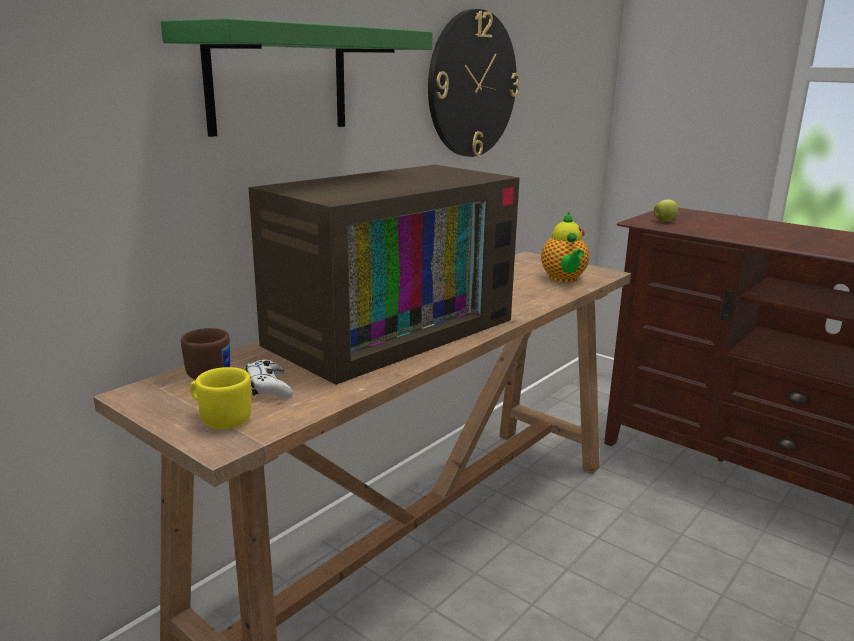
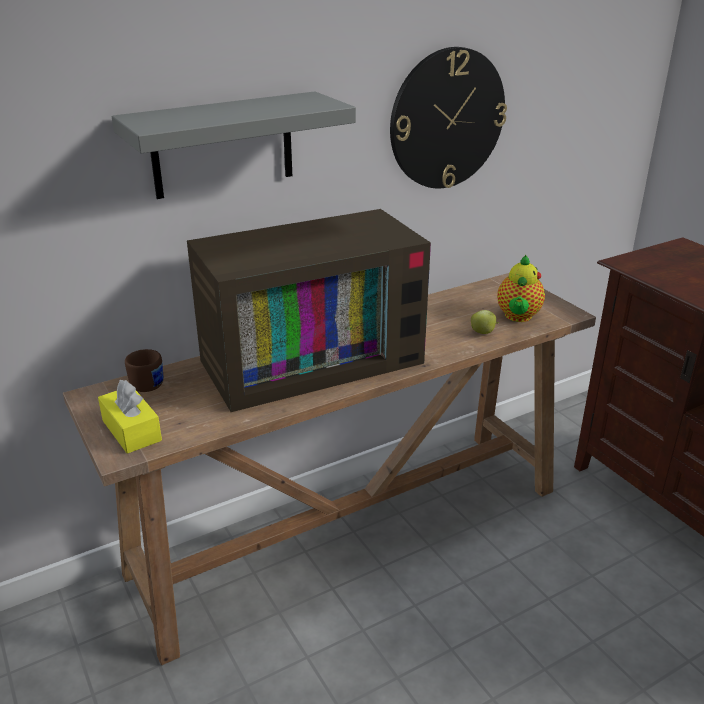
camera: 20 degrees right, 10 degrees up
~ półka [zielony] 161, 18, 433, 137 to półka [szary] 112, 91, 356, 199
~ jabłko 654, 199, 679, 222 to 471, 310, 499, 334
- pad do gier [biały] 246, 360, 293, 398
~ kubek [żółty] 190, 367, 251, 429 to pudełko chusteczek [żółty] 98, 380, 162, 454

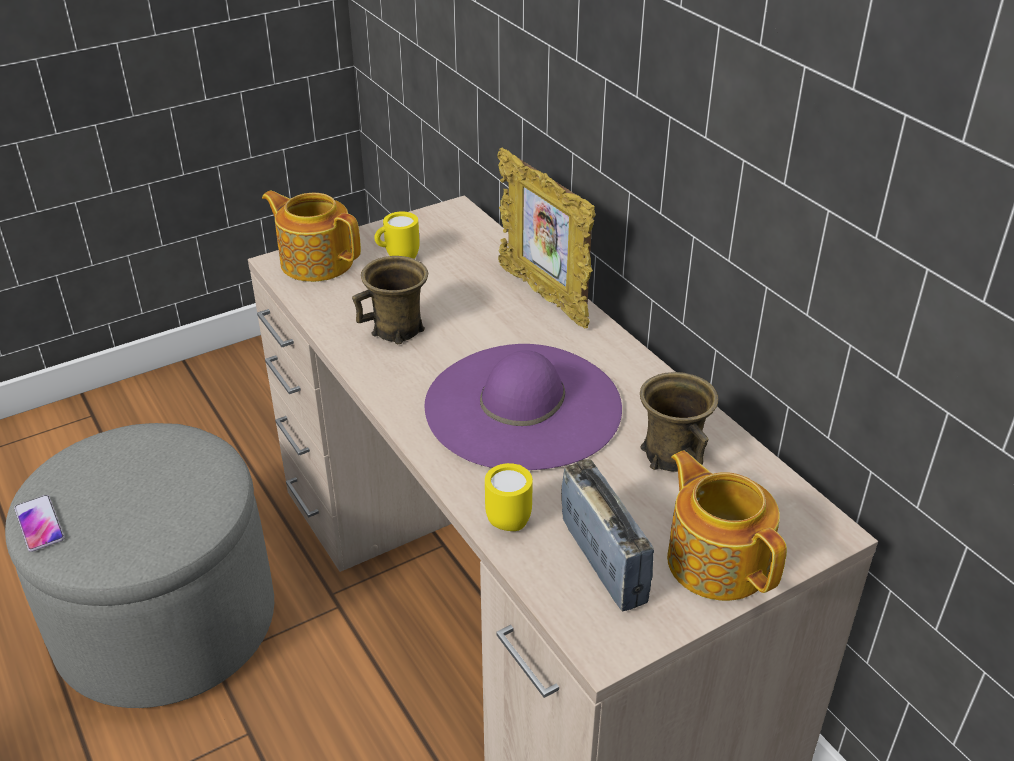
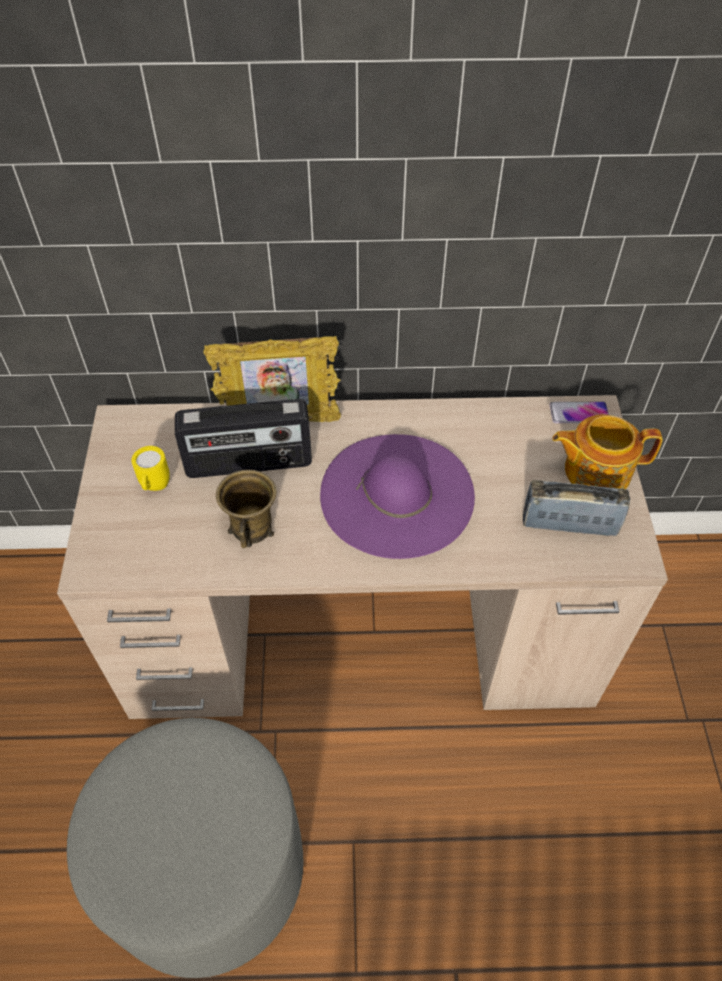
camera: 60 degrees left, 15 degrees up
- imbryk 262, 191, 361, 282
- kubek [brązowy] 640, 372, 718, 472
- kubek [żółty] 485, 463, 533, 531
~ telefon 14, 495, 65, 552 to 550, 402, 609, 423
+ radio 175, 399, 312, 478

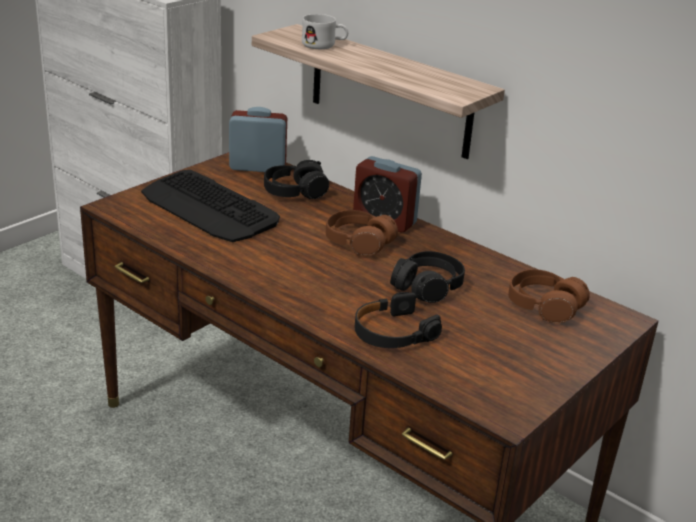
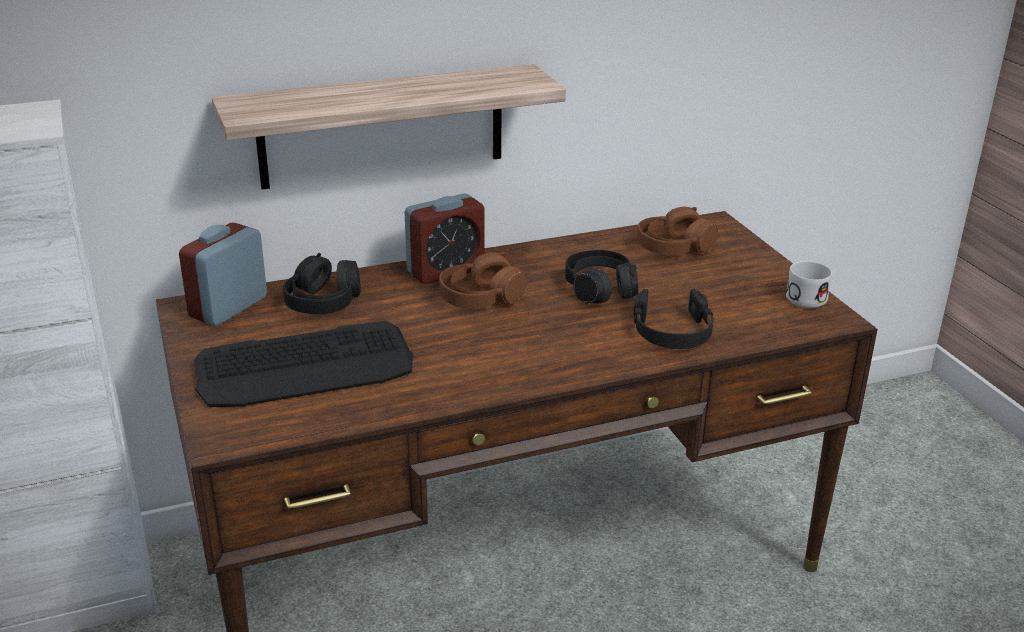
camera: 60 degrees left, 0 degrees up
~ kubek [biały] 302, 14, 348, 49 to 786, 261, 832, 308

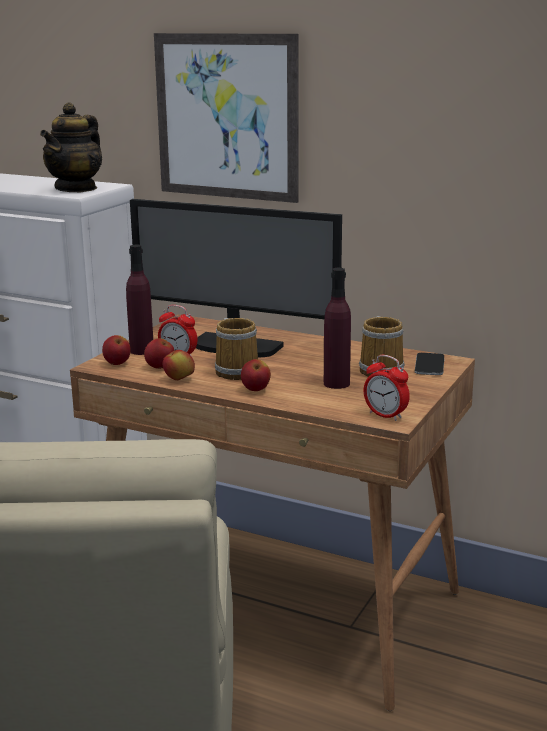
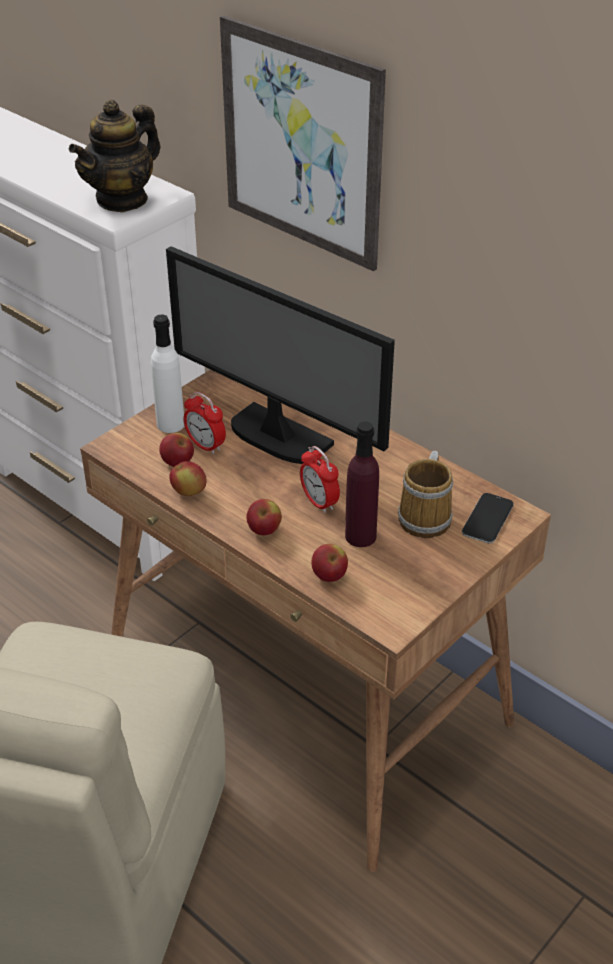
camera: 15 degrees right, 20 degrees up
~ butelka [fioletowy] 126, 245, 153, 355 to butelka [biały] 151, 314, 184, 433
- kubek 215, 318, 258, 380
~ jabłko 102, 335, 131, 365 to 311, 544, 348, 582
~ budzik 364, 355, 410, 421 to 300, 446, 340, 513

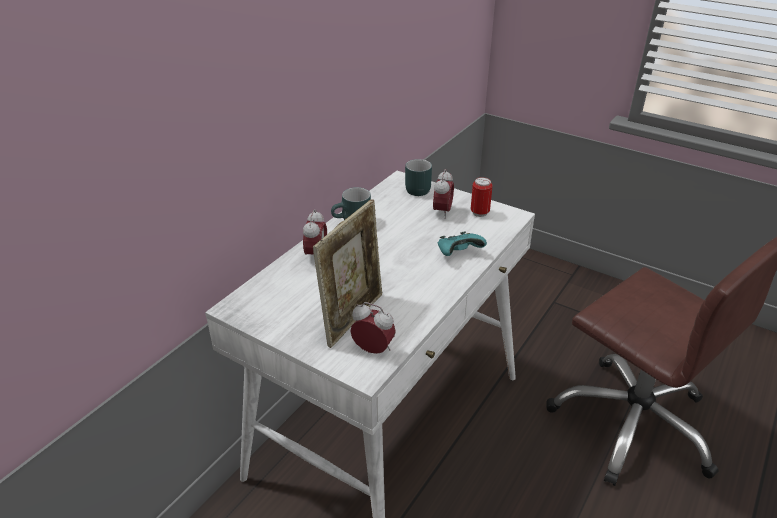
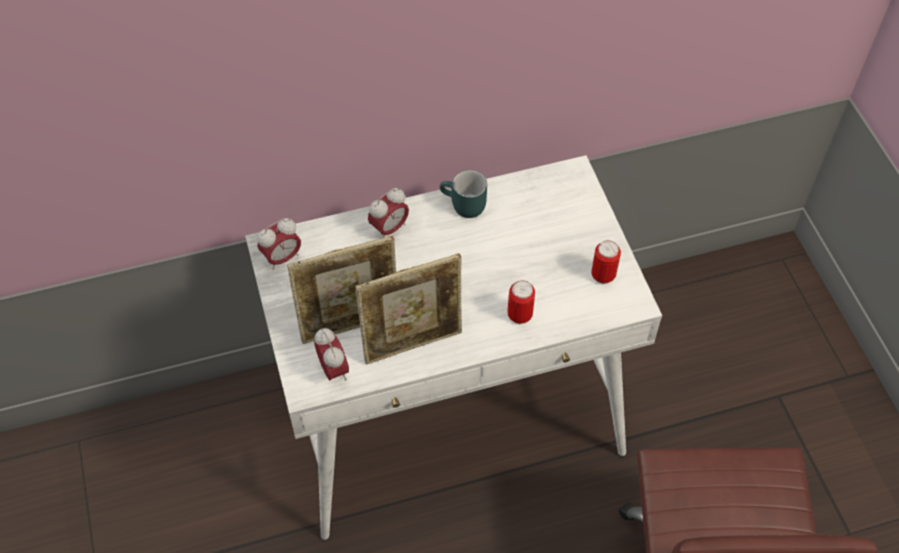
camera: 40 degrees right, 20 degrees up
- kubek [turkusowy] 405, 159, 432, 196
~ budzik 433, 169, 454, 219 to 257, 218, 301, 270
~ pad do gier [turkusowy] 438, 232, 487, 256 to puszka 507, 281, 535, 324
+ ramka na zdjęcie 355, 253, 462, 365

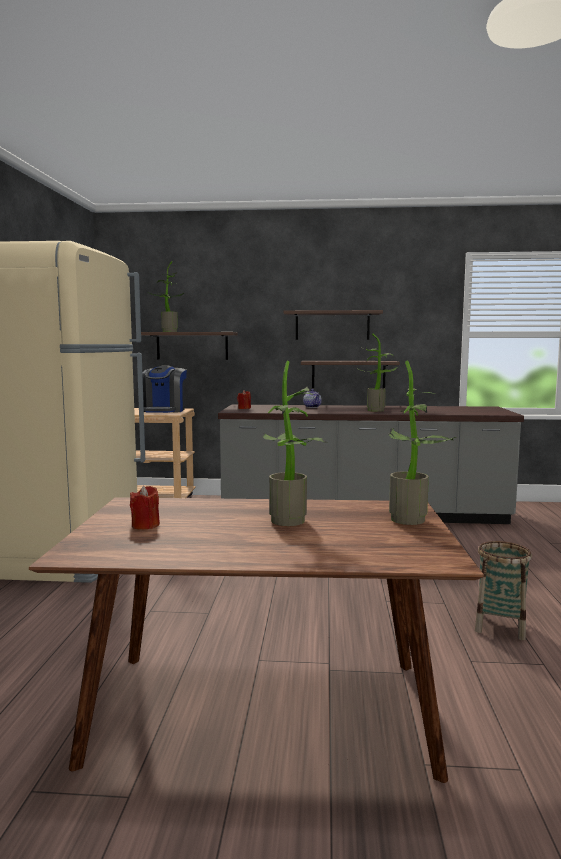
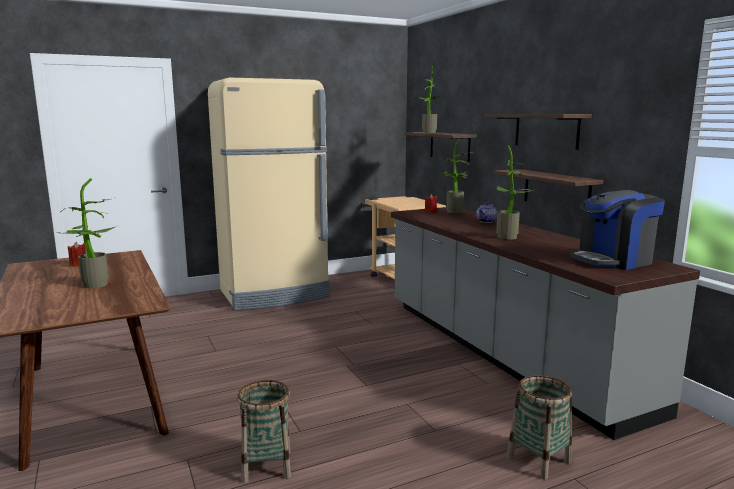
camera: 60 degrees right, 5 degrees up
~ roślina doniczkowa 388, 361, 456, 525 to 444, 139, 473, 213
~ ekspres do kawy 142, 365, 187, 413 to 570, 190, 665, 270
+ koszyk 507, 375, 572, 480

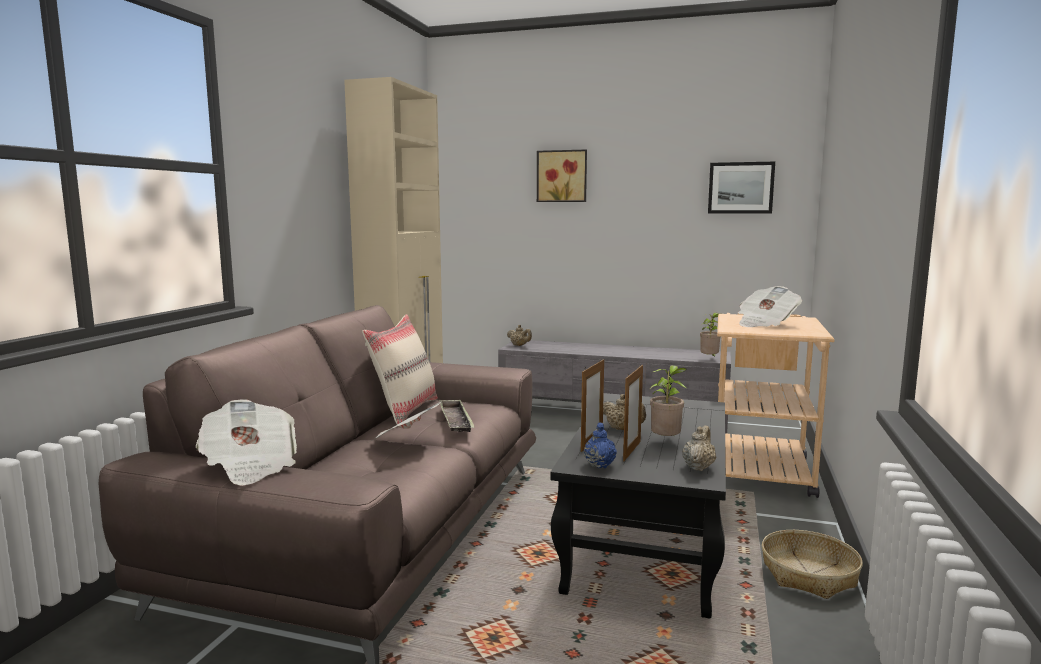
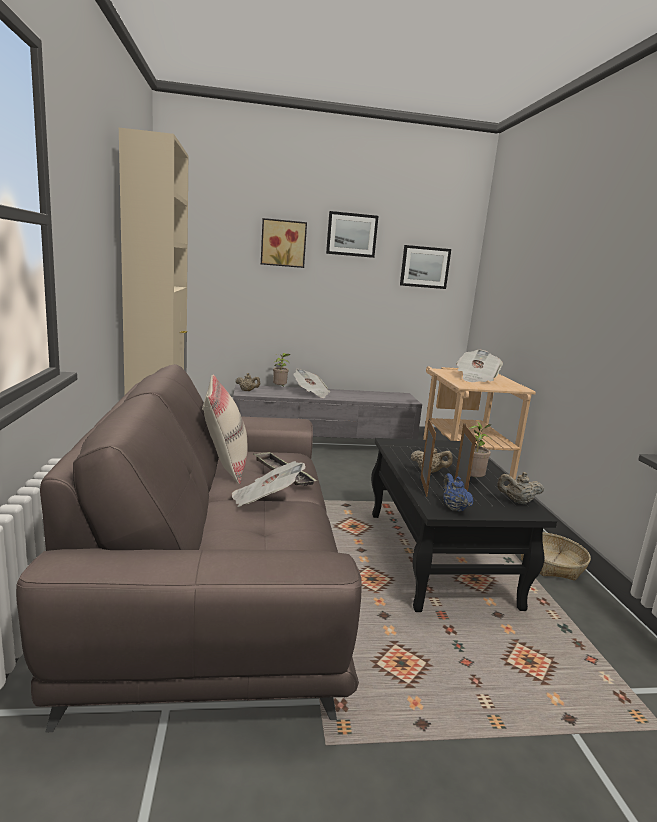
camera: 25 degrees left, 5 degrees up
~ roślina doniczkowa 700, 312, 722, 357 to 273, 353, 290, 387
~ gazeta 195, 399, 297, 486 to 294, 369, 330, 398
~ imbryk [beżowy] 682, 425, 716, 471 = 497, 472, 544, 504 90 degrees counterclockwise
+ obraz 326, 211, 378, 258

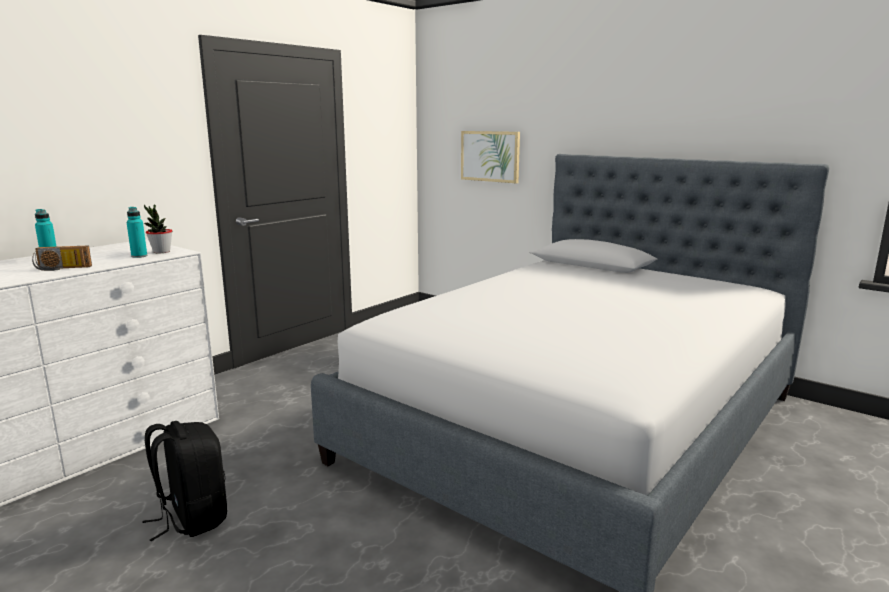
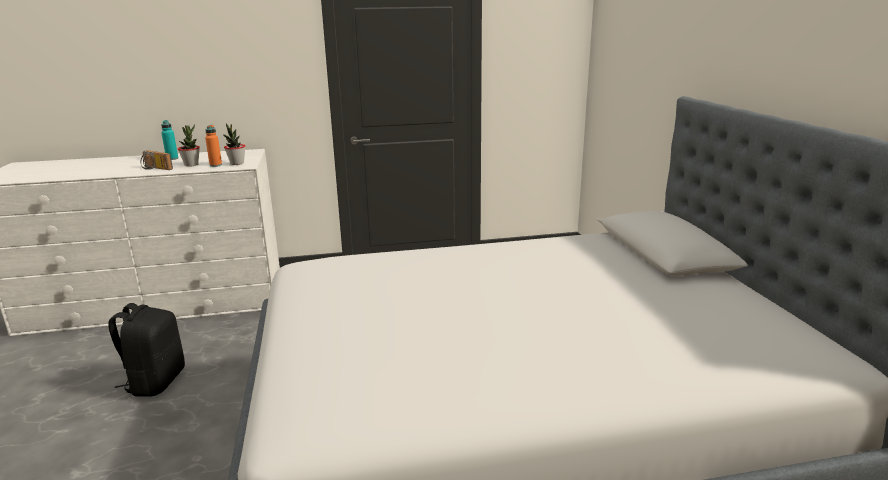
camera: 40 degrees right, 5 degrees up
- obraz 461, 131, 520, 183
~ butelka [turkusowy] 127, 207, 147, 258 to butelka [pomarańczowy] 205, 125, 222, 167
+ roślina doniczkowa 178, 124, 200, 167

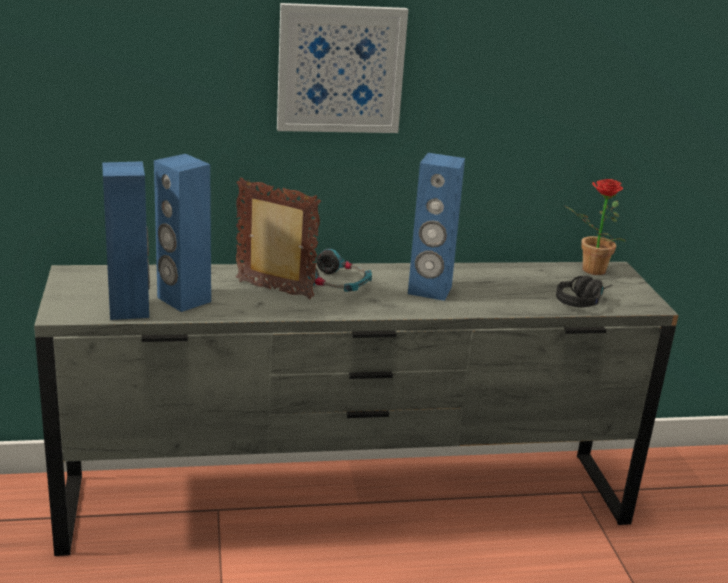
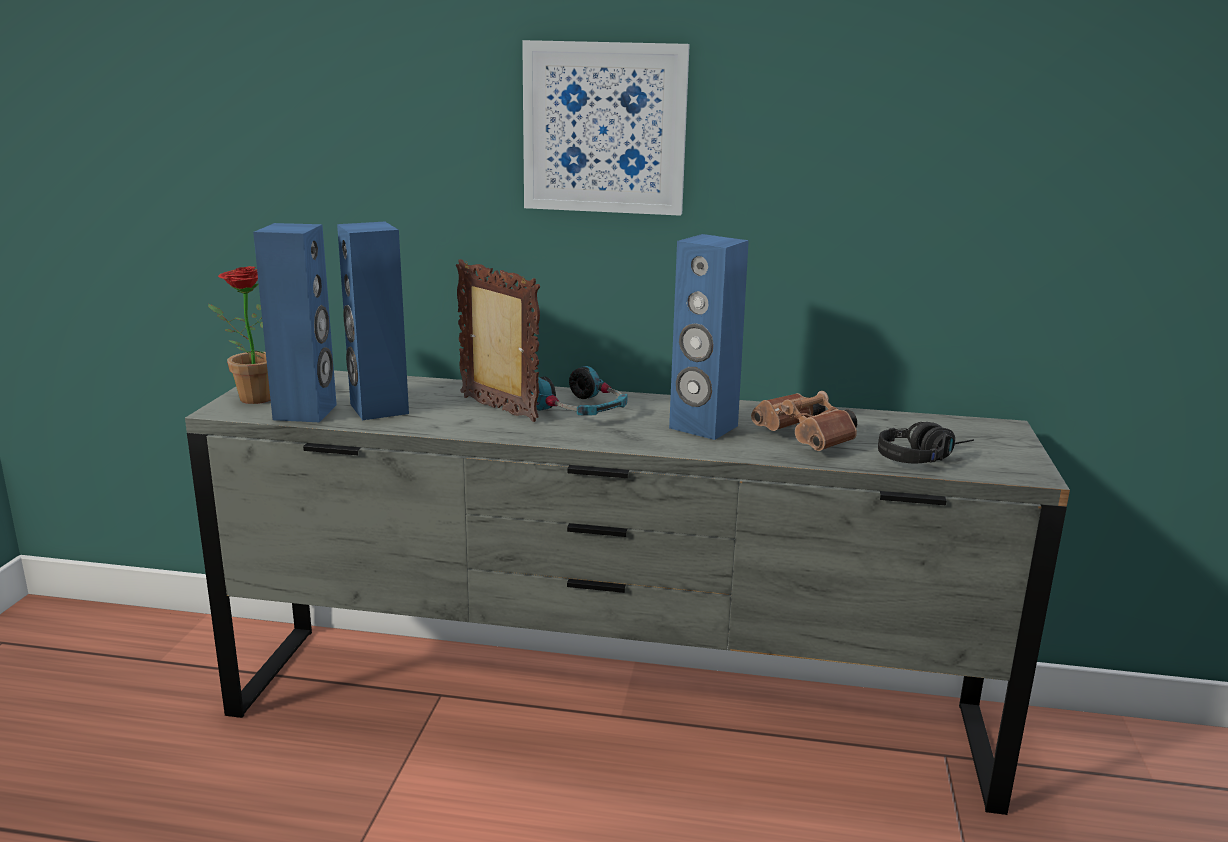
camera: 20 degrees right, 5 degrees down
~ roślina doniczkowa 565, 179, 626, 275 to 208, 266, 271, 404
+ lornetka [brązowy] 751, 391, 857, 451

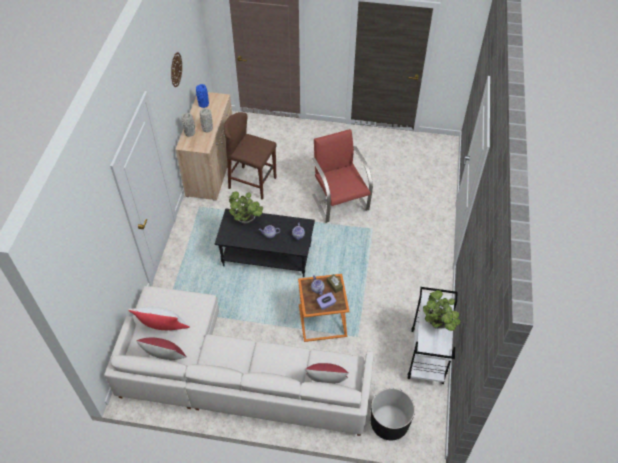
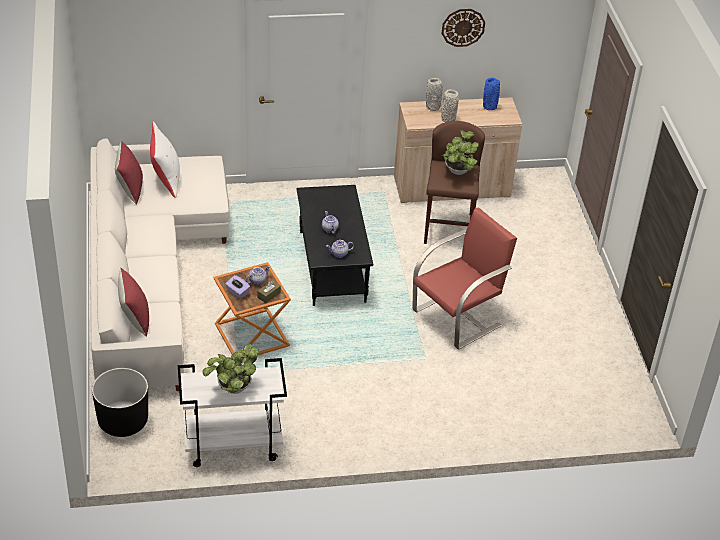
camera: 70 degrees right, 10 degrees down
~ roślina doniczkowa 229, 191, 263, 223 to 442, 130, 479, 175

